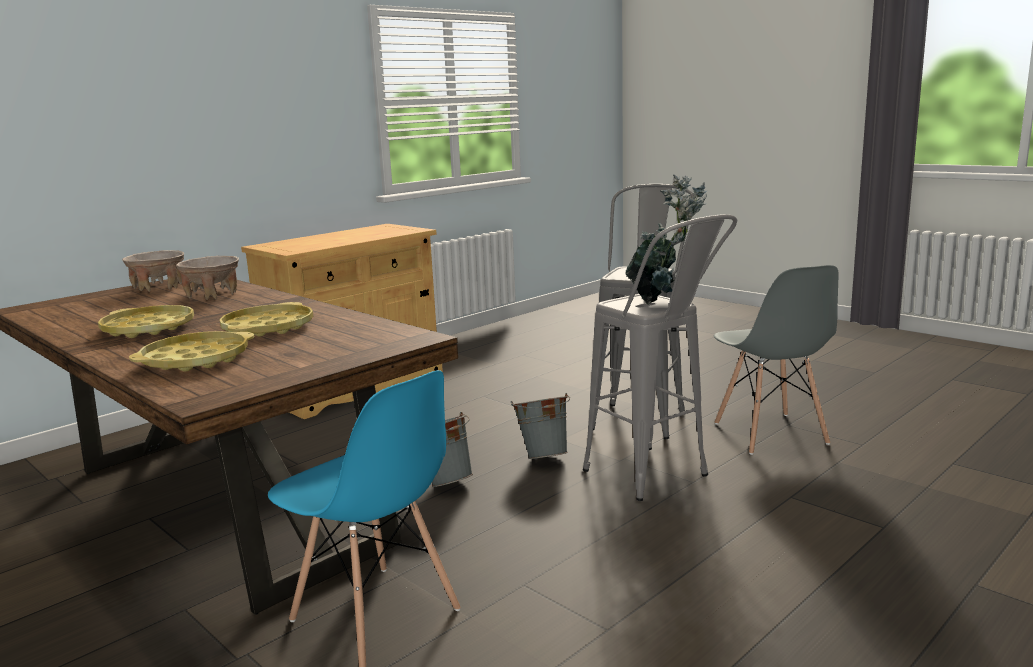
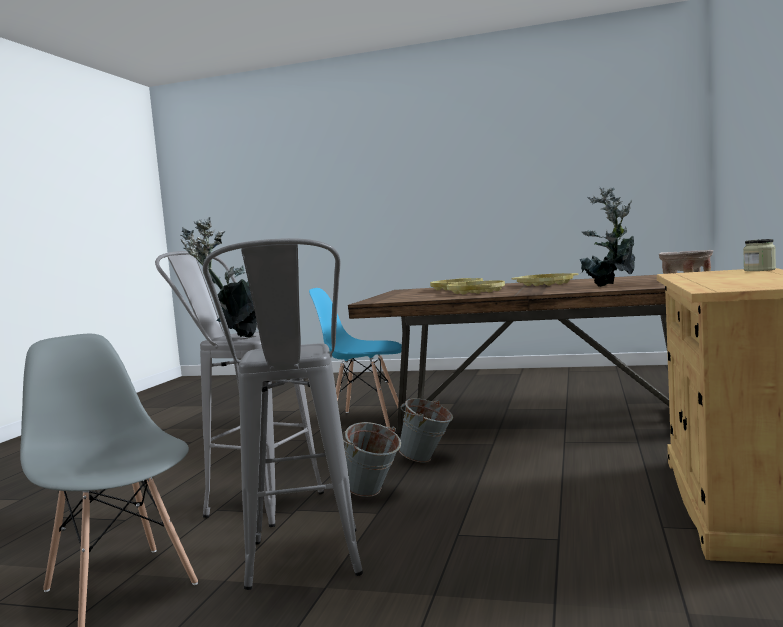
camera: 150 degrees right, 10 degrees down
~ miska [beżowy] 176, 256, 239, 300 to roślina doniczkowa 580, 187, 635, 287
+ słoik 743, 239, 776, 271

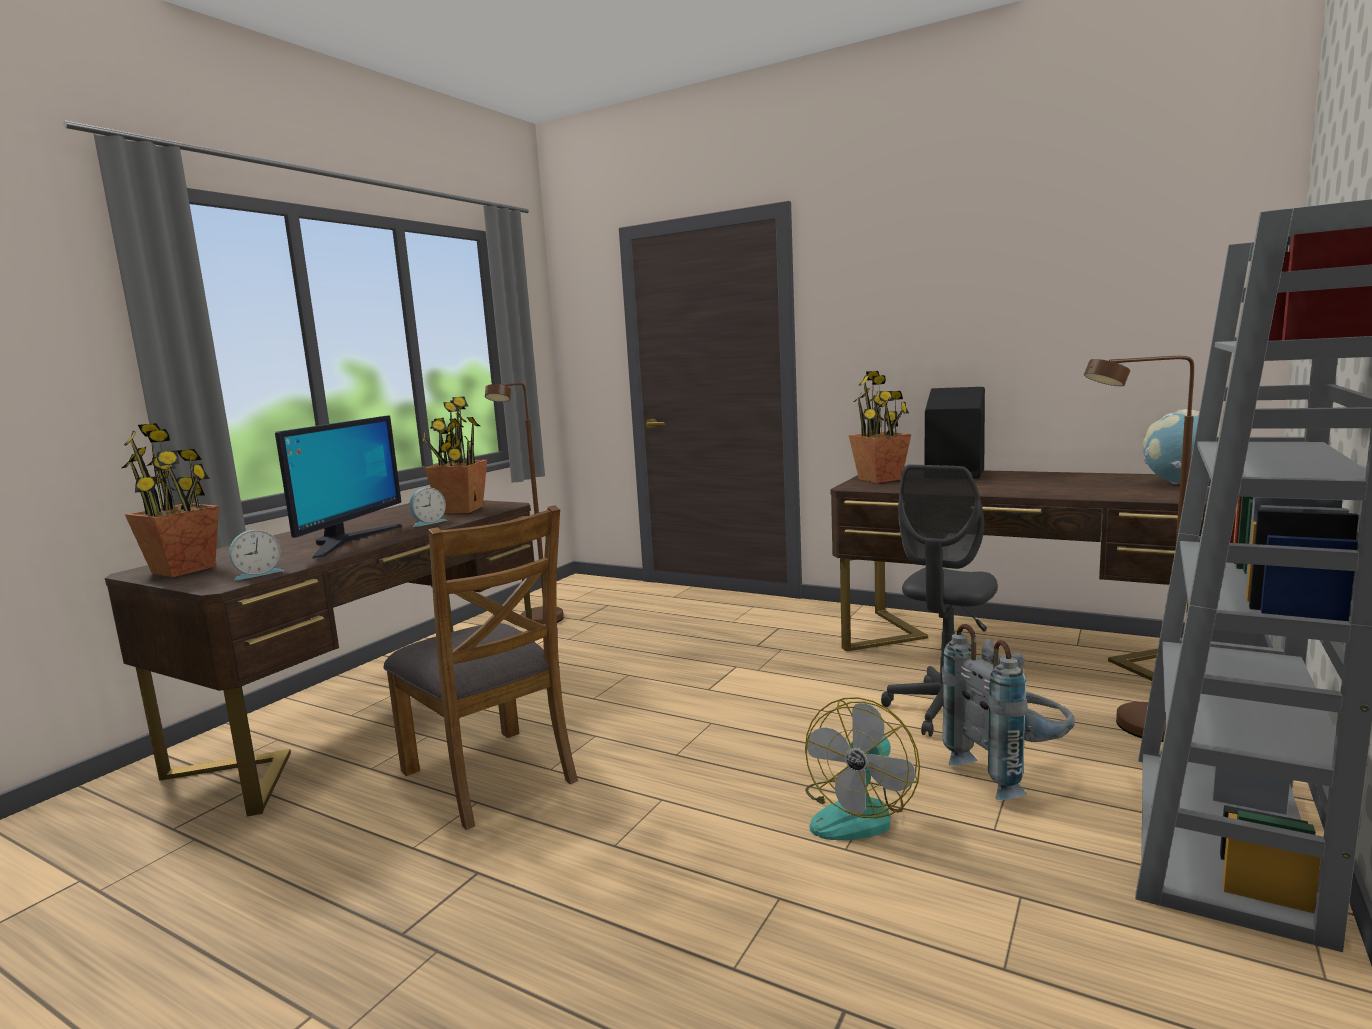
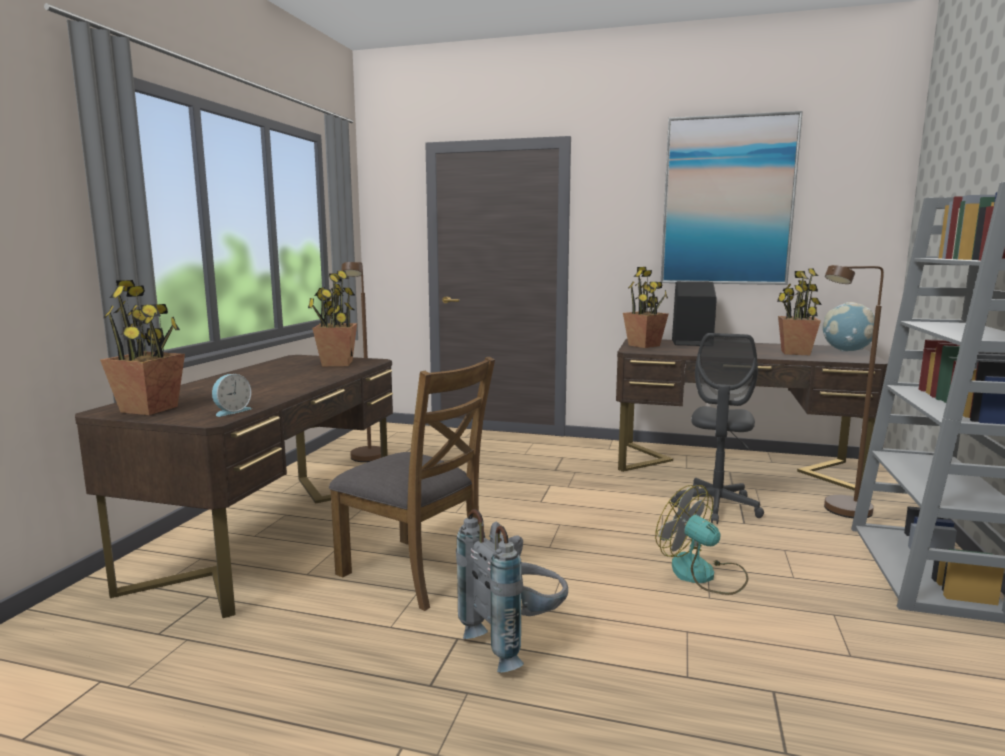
camera: 15 degrees left, 0 degrees up
- monitor 275, 416, 402, 559
- budzik 409, 487, 447, 527
~ plecak [szary] 942, 624, 1075, 800 to 456, 509, 568, 673
~ wentylator 805, 697, 920, 840 = 655, 485, 748, 595 120 degrees clockwise
+ obraz 661, 111, 803, 285
+ roślina doniczkowa 777, 269, 822, 355

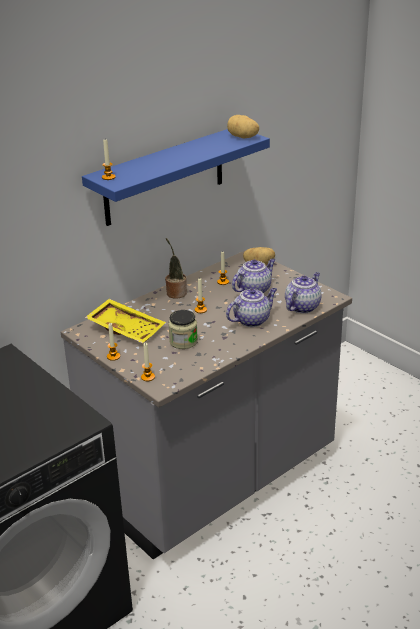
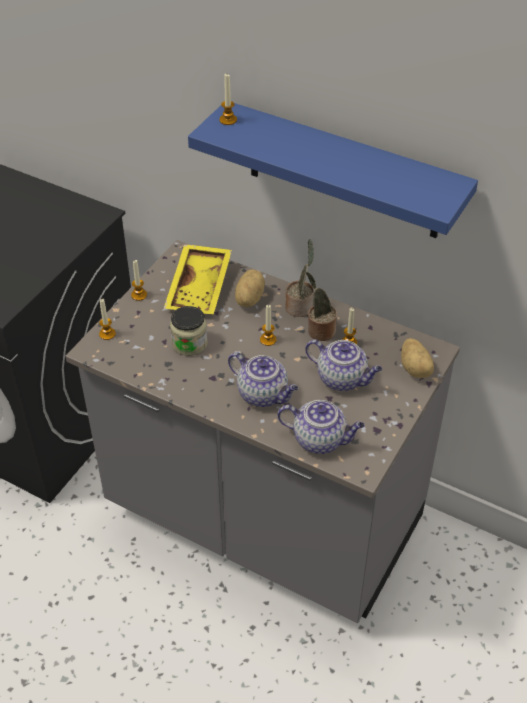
camera: 70 degrees right, 15 degrees up
~ ziemniak 227, 115, 259, 138 to 235, 269, 265, 307
+ roślina doniczkowa 306, 272, 337, 341

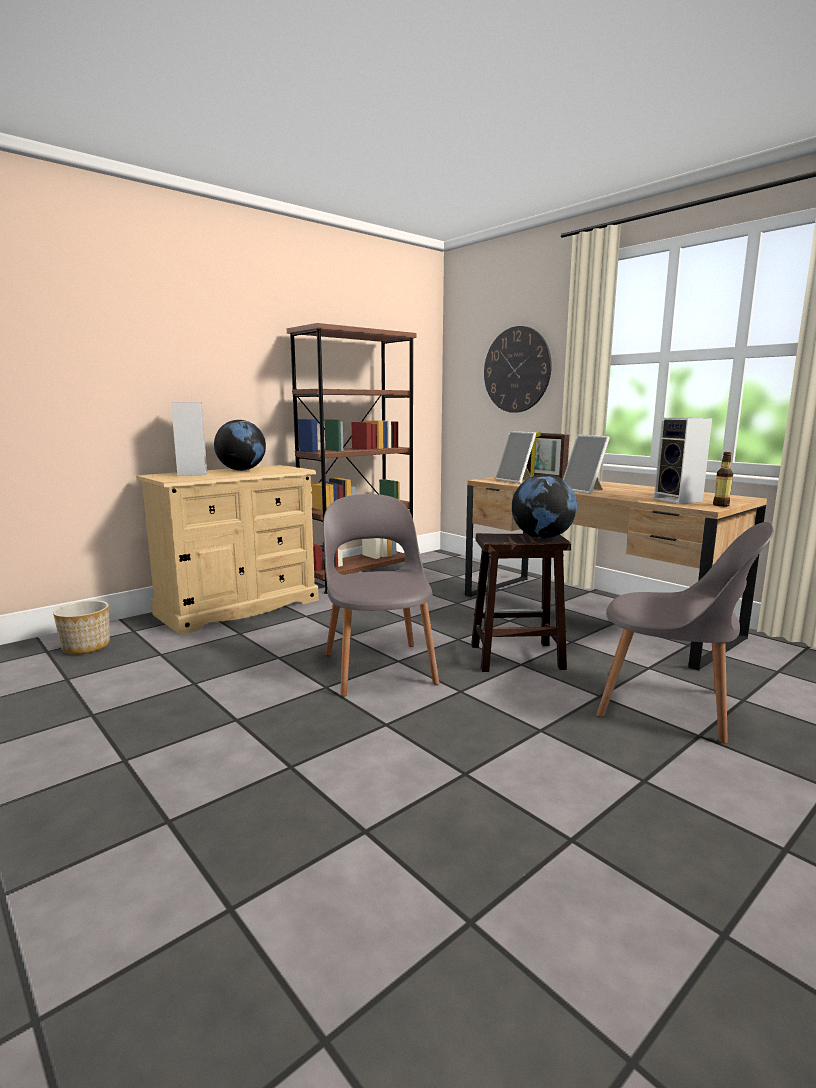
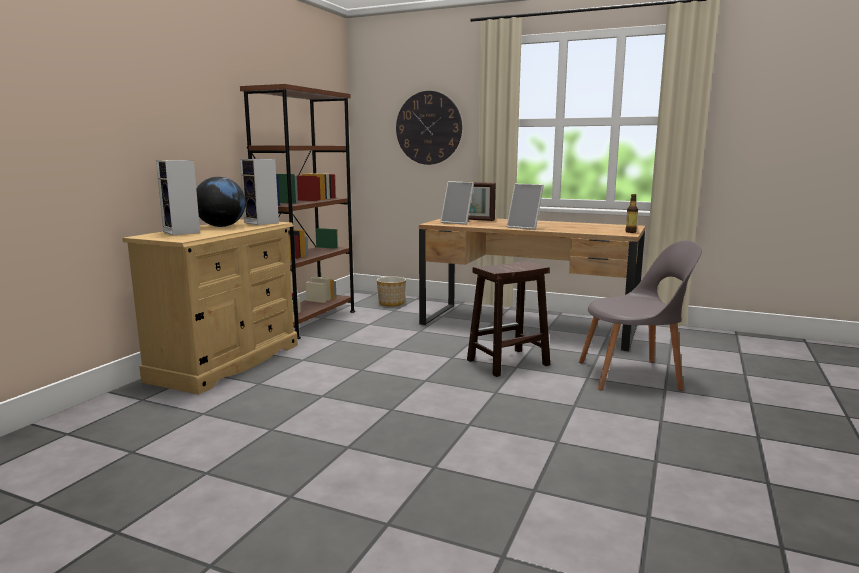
camera: 25 degrees left, 0 degrees up
~ głośnik 654, 418, 712, 504 to 240, 159, 279, 225
- globus 512, 474, 577, 539
- krzesło [szary] 323, 494, 439, 697
~ donica 53, 600, 110, 655 to 377, 276, 406, 307

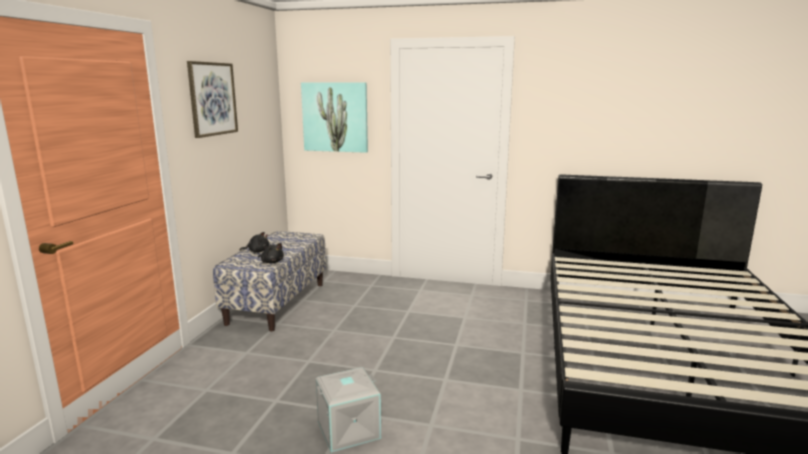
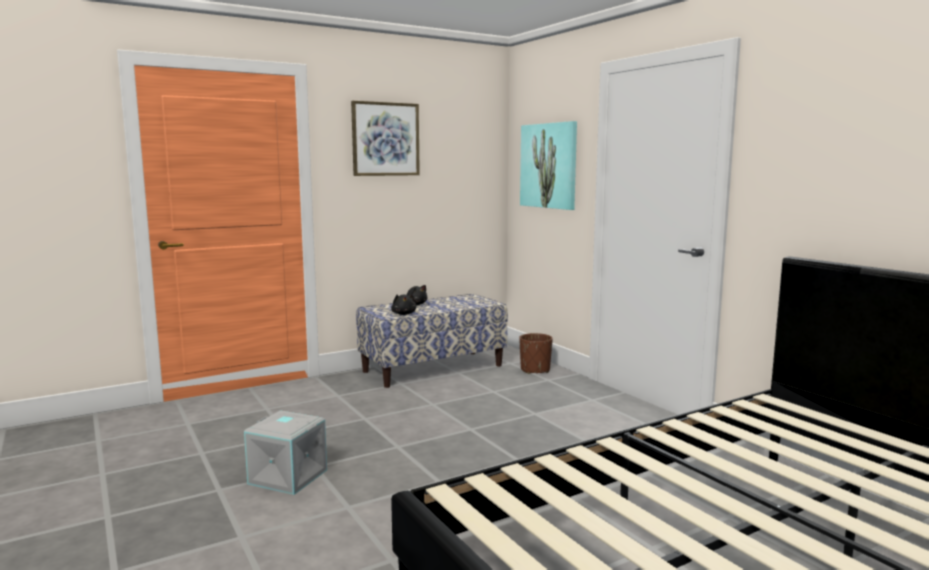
camera: 45 degrees right, 5 degrees down
+ donica [brązowy] 519, 333, 553, 374

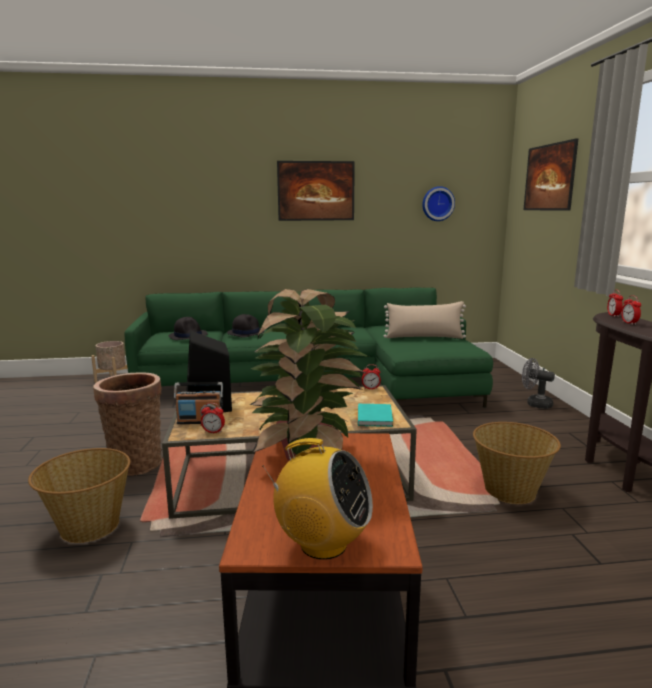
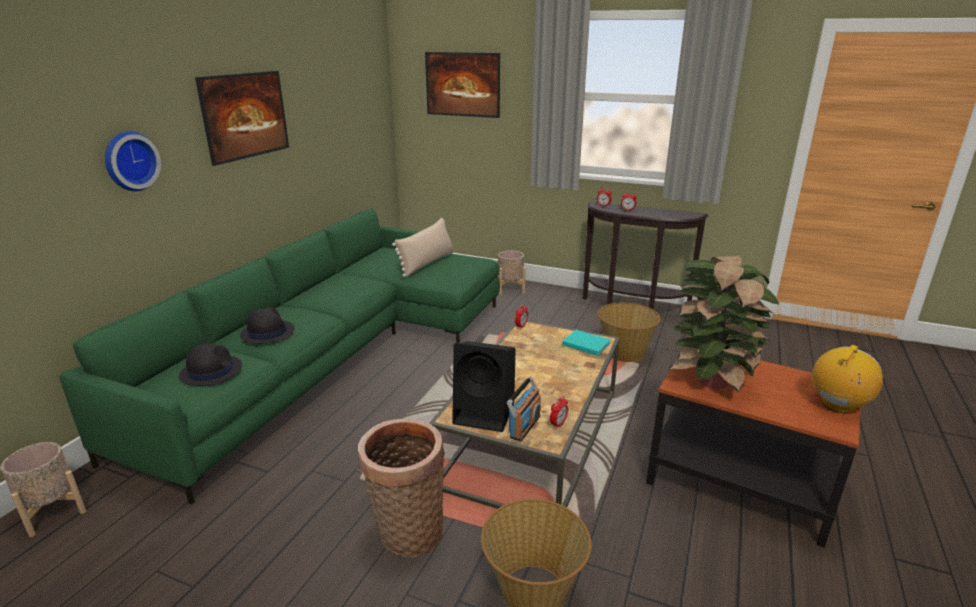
camera: 60 degrees left, 10 degrees up
~ zegar ścienny 422, 186, 455, 221 to 105, 131, 161, 191
~ wentylator [szary] 522, 358, 555, 409 to donica [beżowy] 497, 251, 525, 295

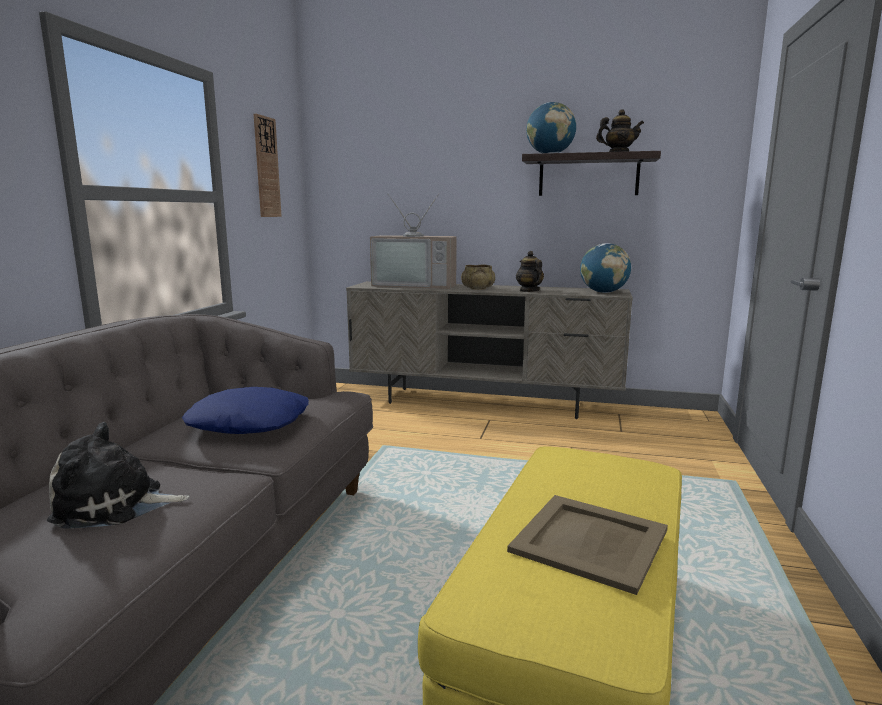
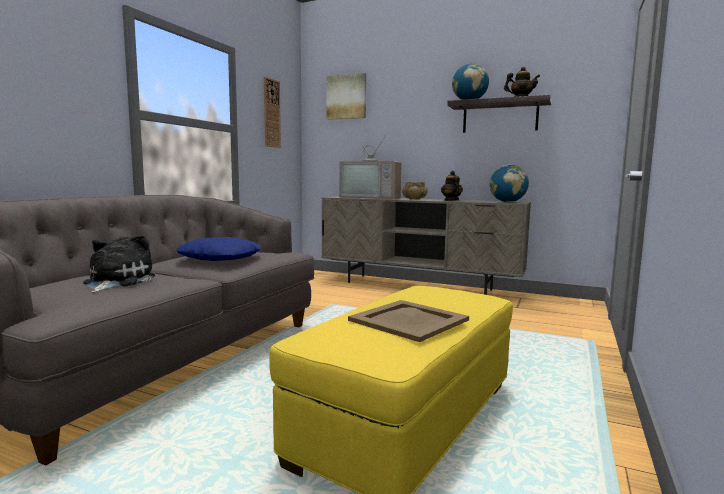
camera: 10 degrees right, 5 degrees down
~ pluszak 47, 422, 189, 529 = 83, 235, 155, 293 90 degrees clockwise
+ obraz 327, 73, 366, 120

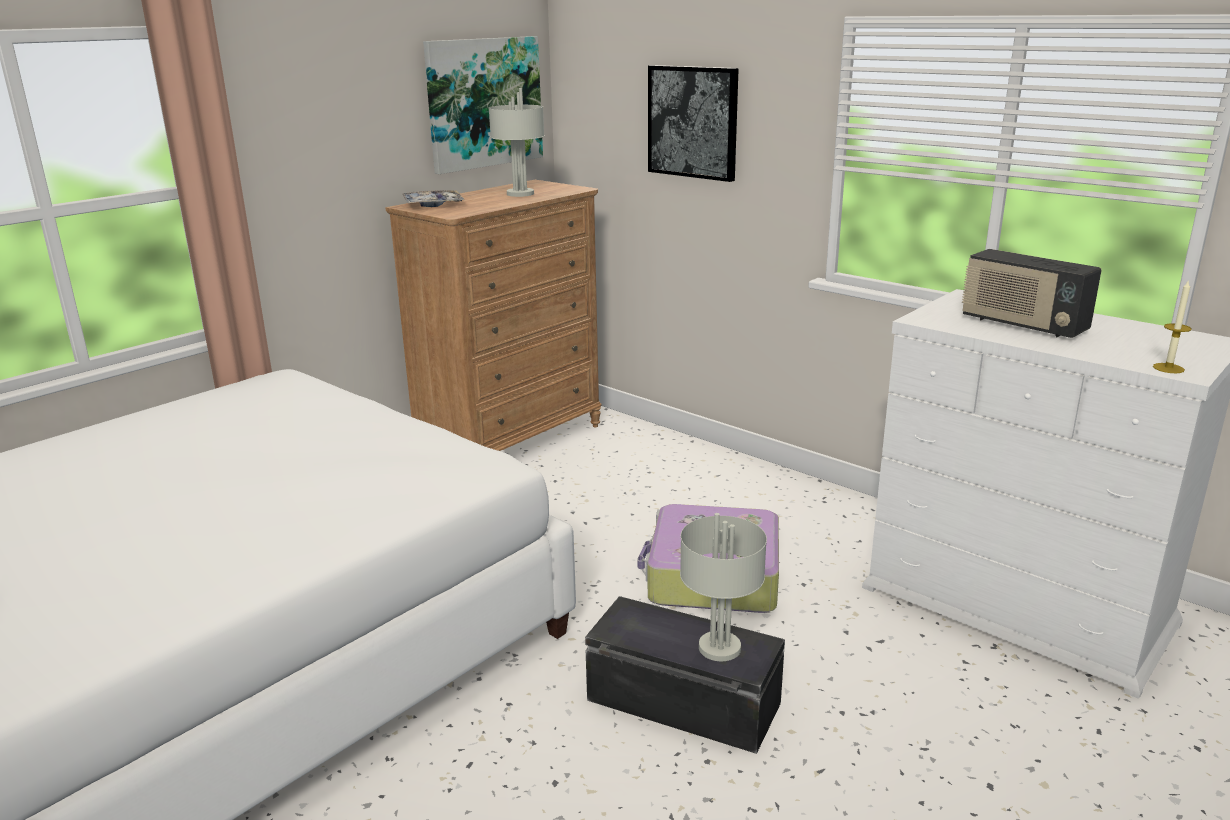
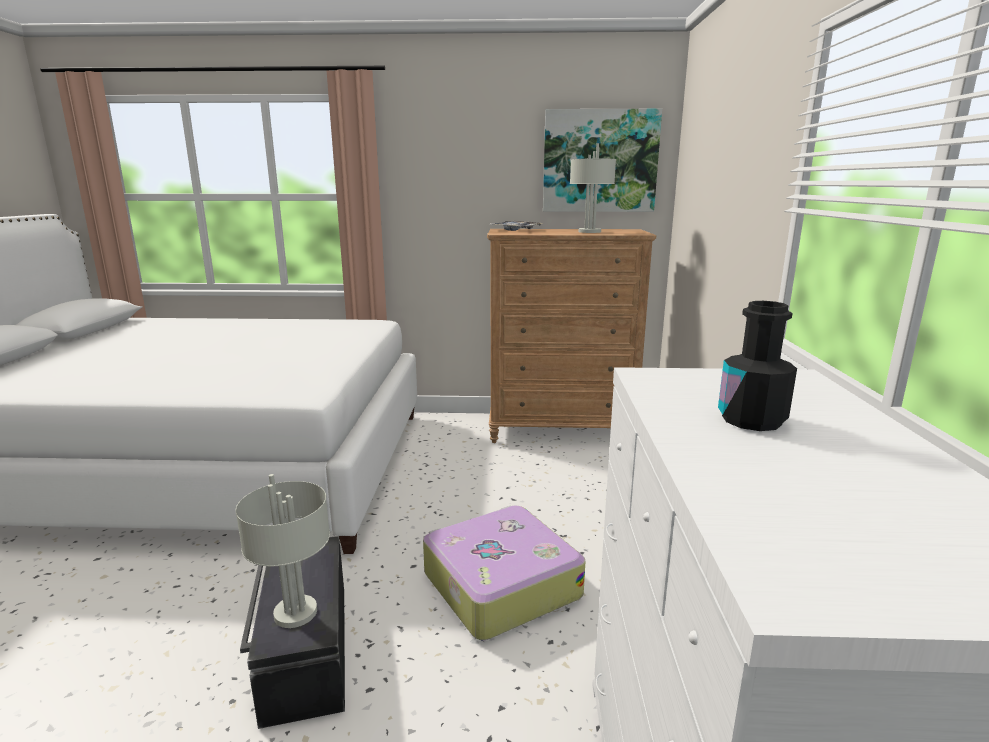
camera: 50 degrees right, 5 degrees down
- obraz 648, 65, 739, 182
~ radio 962, 249, 1102, 338 to butelka [czarny] 718, 301, 797, 431
- świeca 1153, 279, 1192, 373

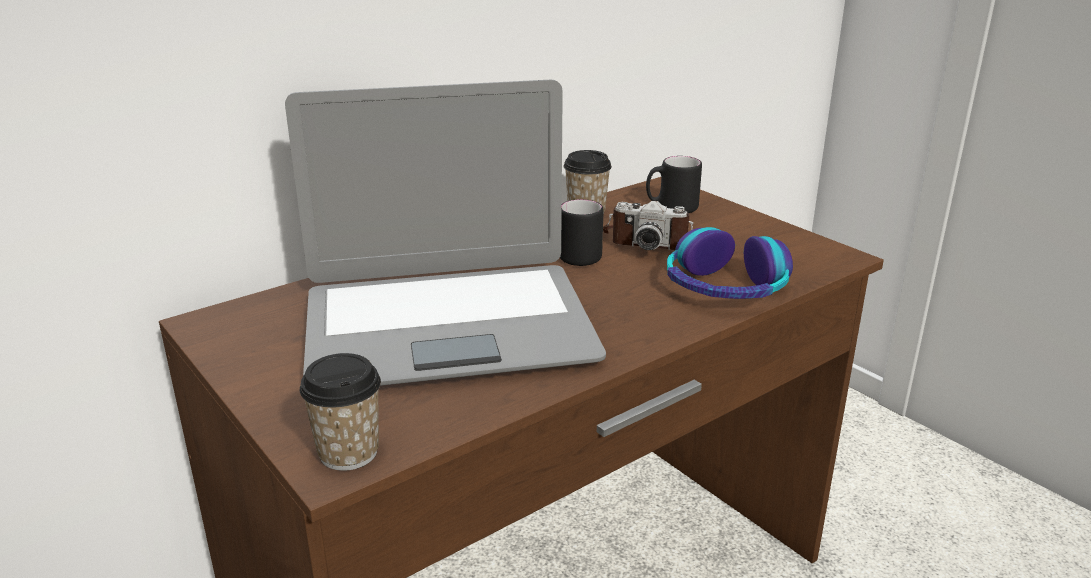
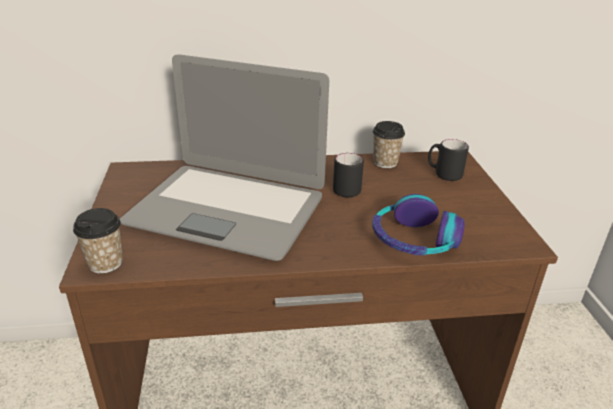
camera: 30 degrees right, 5 degrees up
- aparat fotograficzny 603, 201, 693, 250

